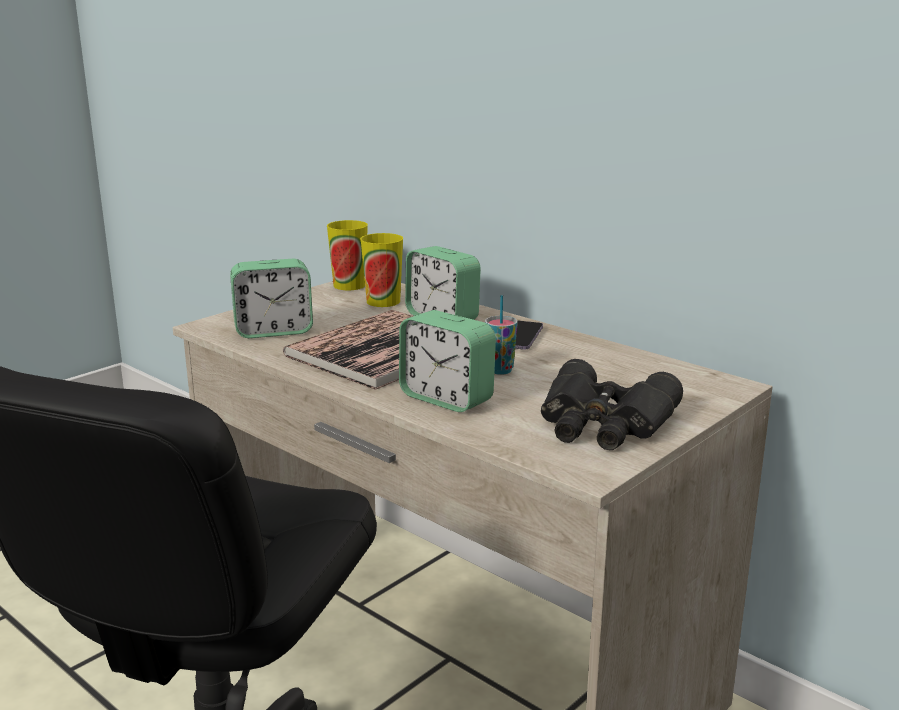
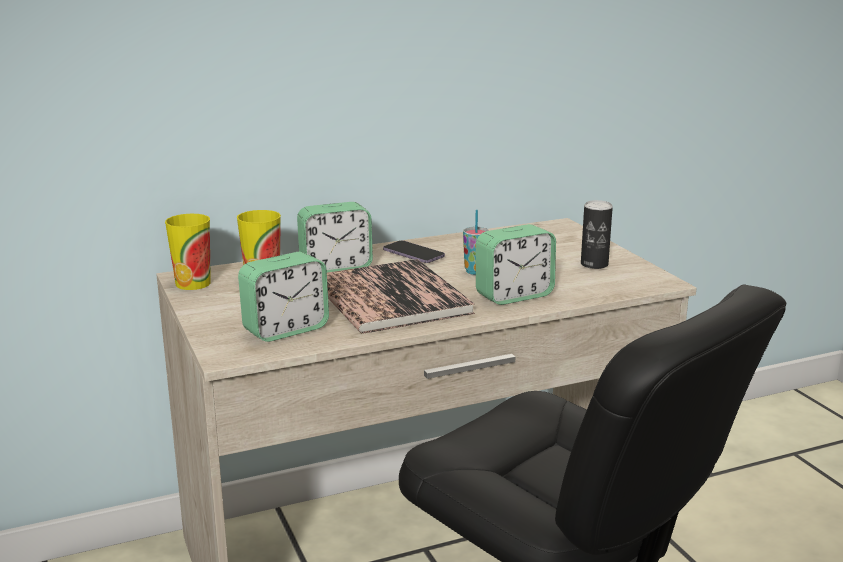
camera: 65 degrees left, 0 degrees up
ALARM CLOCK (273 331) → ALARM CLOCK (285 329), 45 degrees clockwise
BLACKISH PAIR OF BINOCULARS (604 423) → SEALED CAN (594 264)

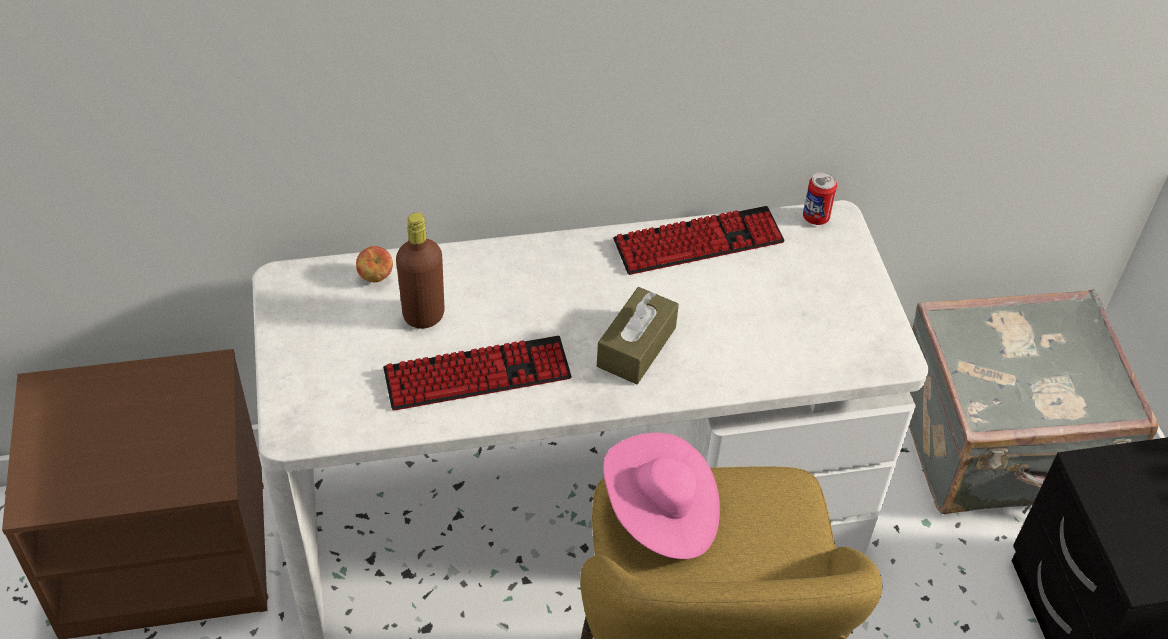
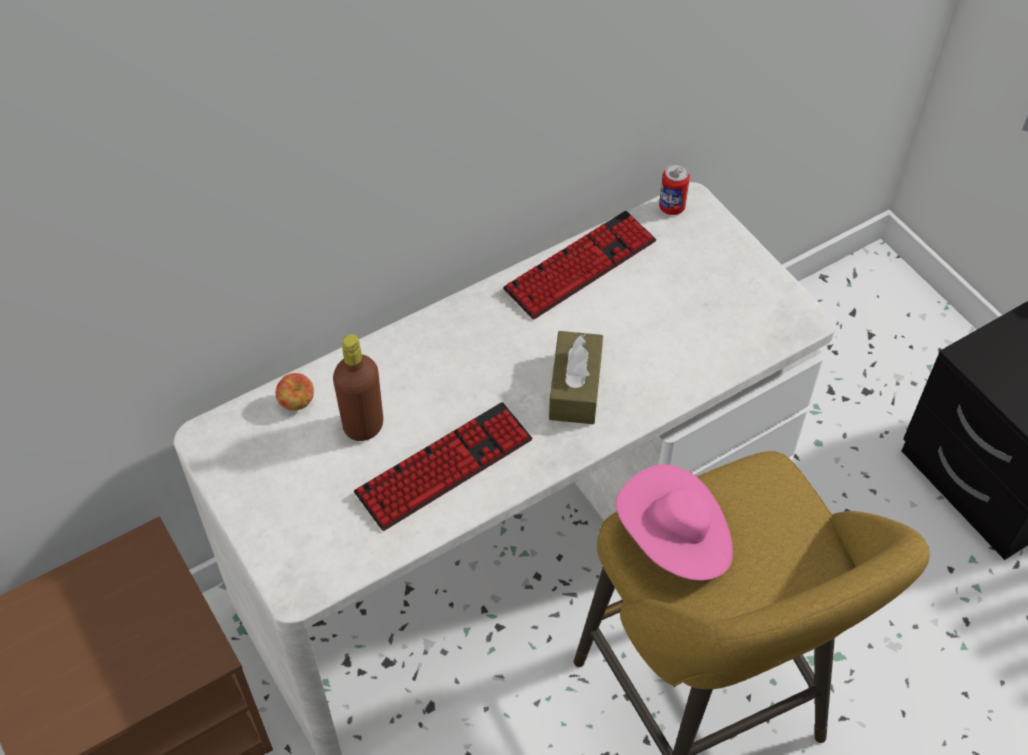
camera: 20 degrees left, 5 degrees up
GREYISH PIECE OF LUGGAGE (1003 447) → -

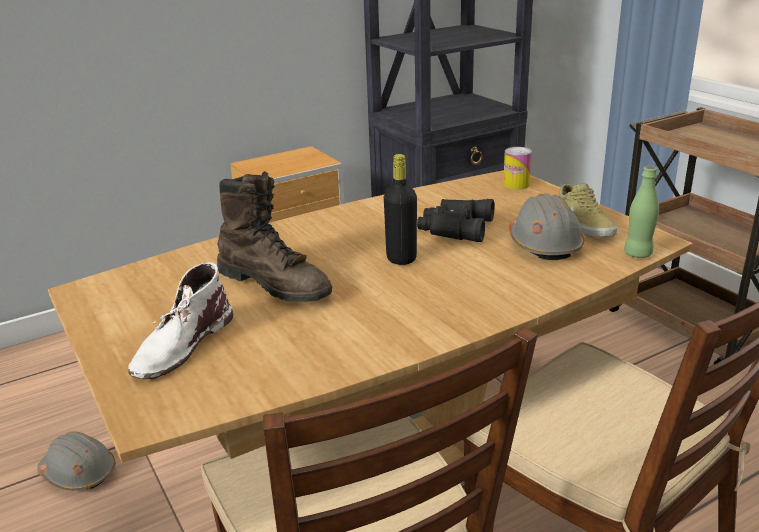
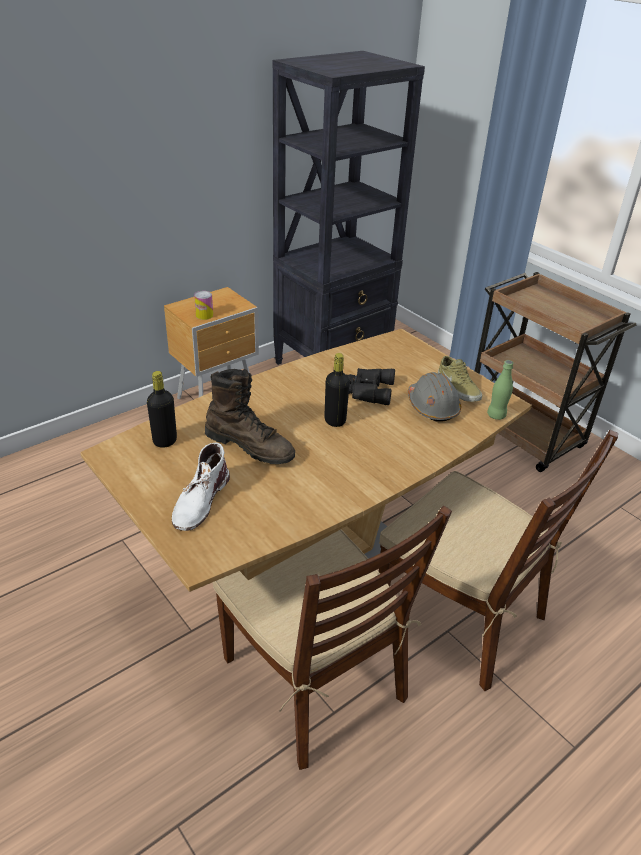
camera: 10 degrees left, 10 degrees up
GREYISH SAFETY HELMET (79 473) → -
SEALED CAN (516 184) → SEALED CAN (204 315), relocated
- → BLACKISH DRINK BOTTLE (165 441)

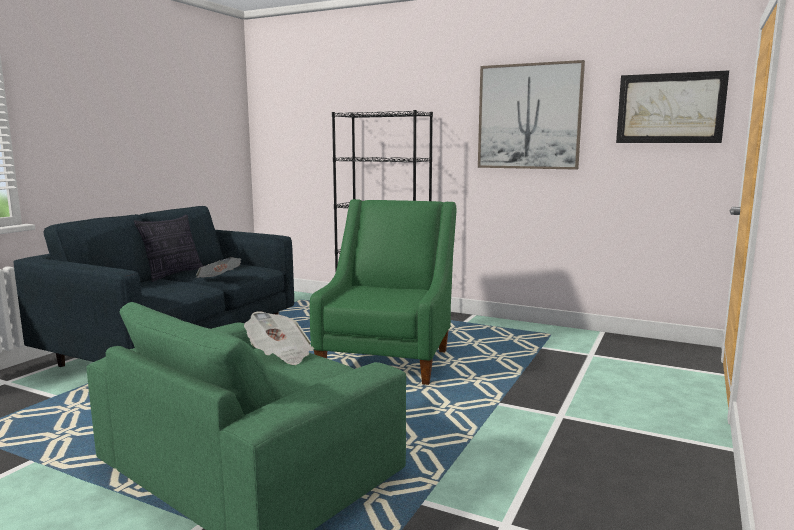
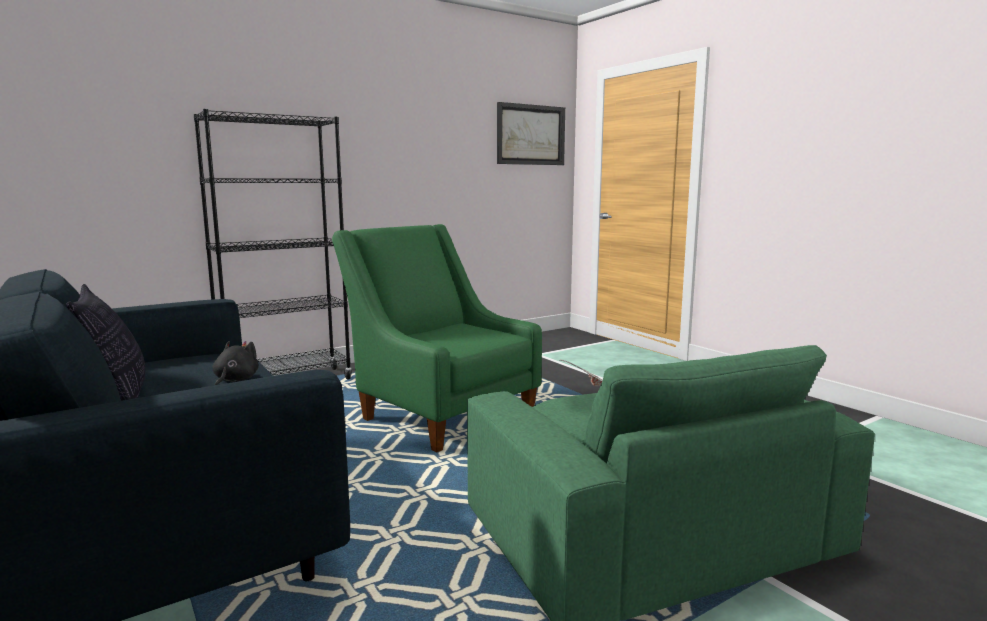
camera: 60 degrees left, 0 degrees up
PRINTED PAPER (219 280) → BLACKISH CUDDLY TOY (235 380)
WALL ART (529 116) → -

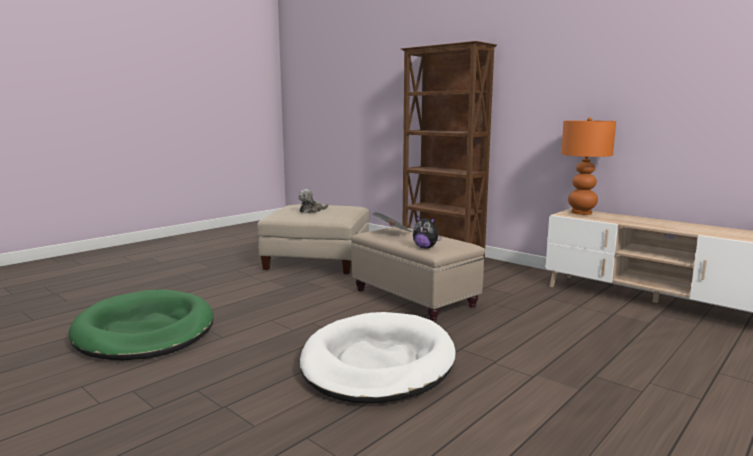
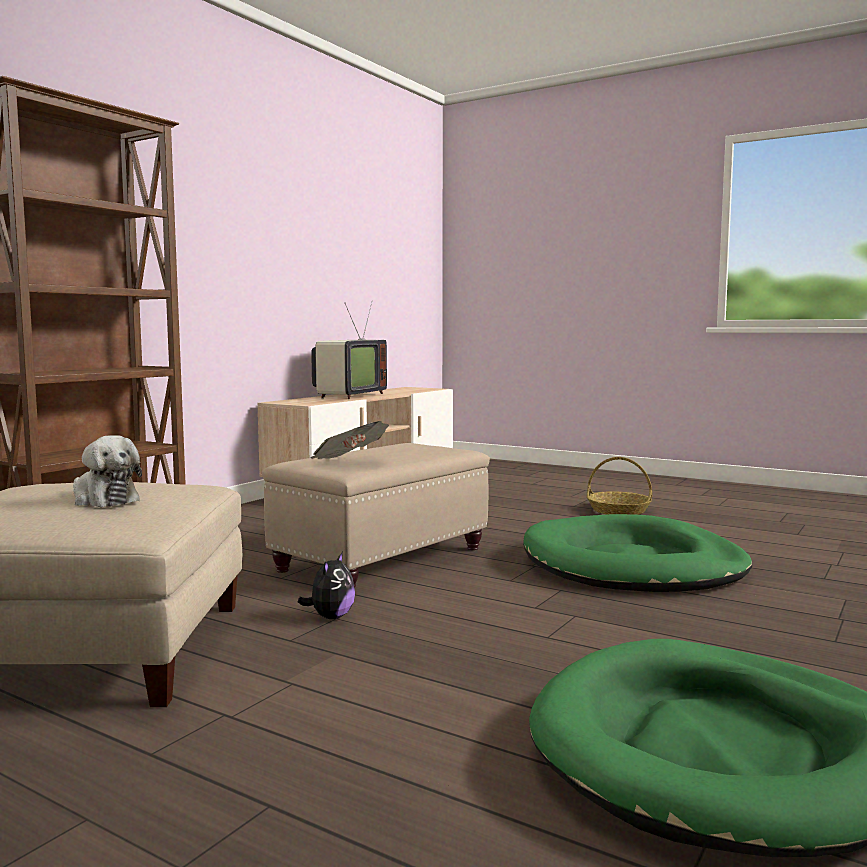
camera: 100 degrees left, 5 degrees down
WHITE PET BED (378 363) → GREEN PET BED (633 565)
CUDDLY TOY (425 247) → CUDDLY TOY (330 617), relocated
ORANGEY TABLETOP LAMP (581 213) → -
- → TV SET (348 395)
- → STORAGE BASKET (619 510)

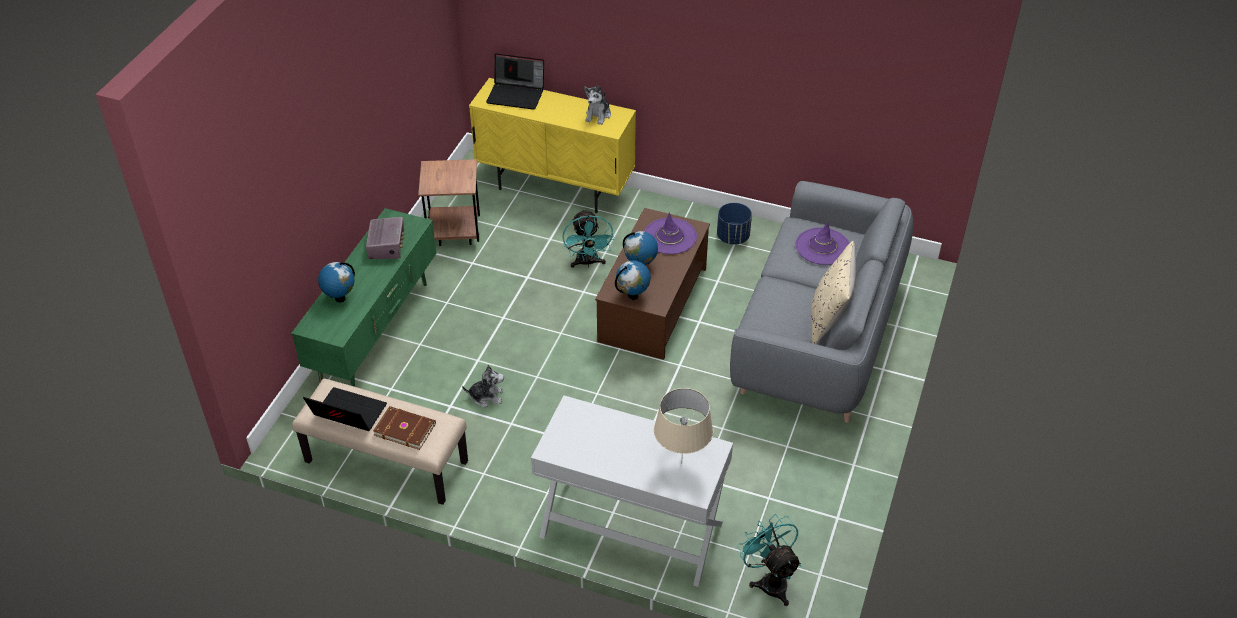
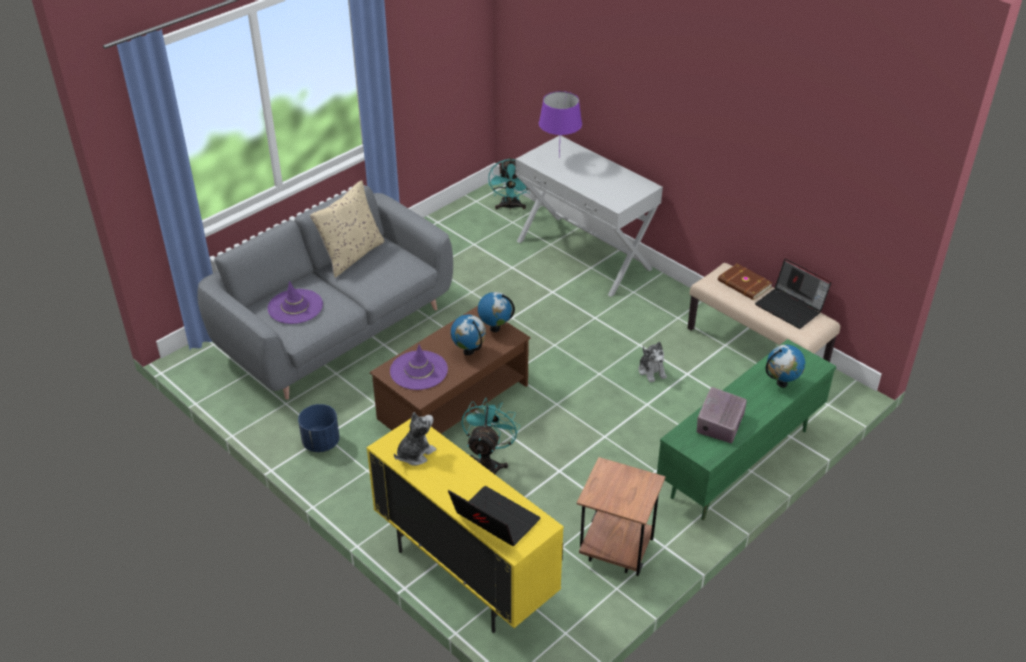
camera: 155 degrees left, 5 degrees down
CUDDLY TOY (486 396) → CUDDLY TOY (651 371), 135 degrees counterclockwise
BEIGE-COLOURED TABLETOP LAMP (681 463) → PURPLE TABLETOP LAMP (559 157)

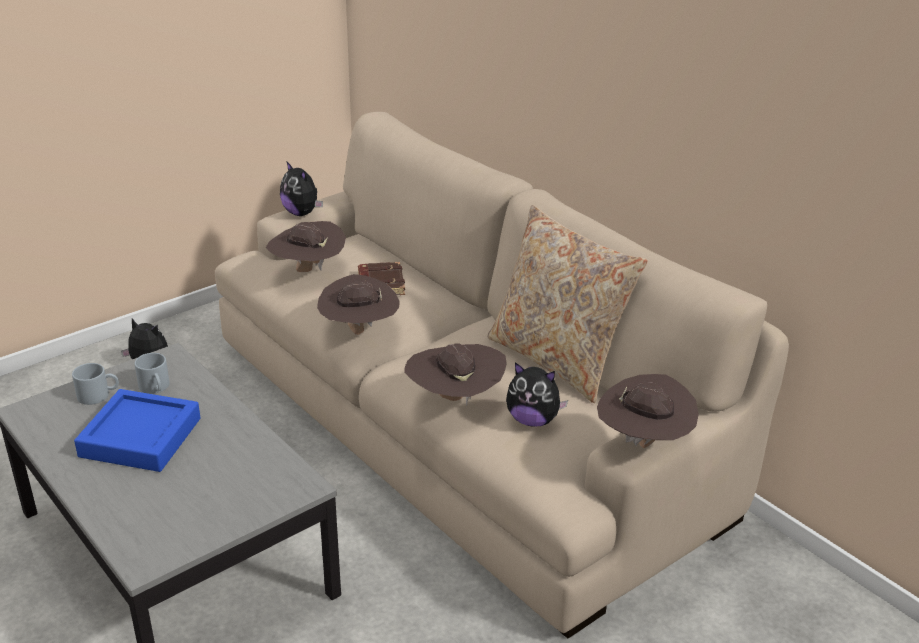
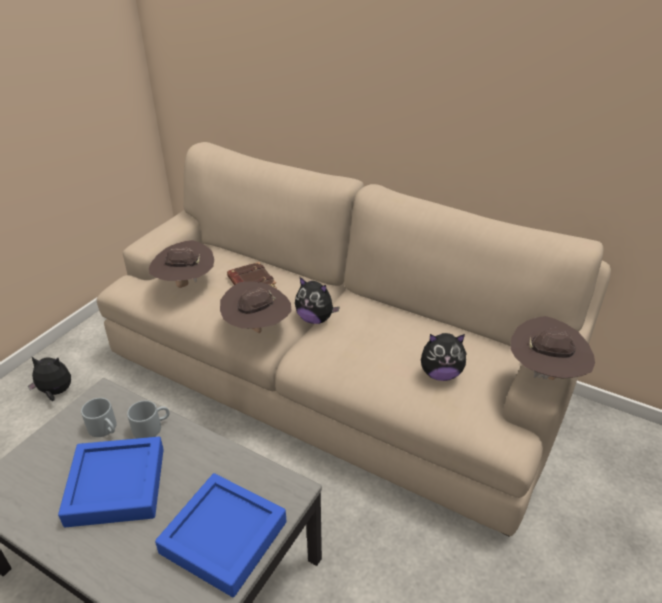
camera: 20 degrees left, 5 degrees up
GREYISH TEA MUG (99 395) → GREYISH TEA MUG (152 427), relocated
CUDDLY TOY (302 213) → CUDDLY TOY (315 319), relocated
BROWN-COLOURED CLOTHING HAT (455 399) → -
BEIGE-COLOURED THROW PILLOW (557 360) → -
- → BLUE TRAY (224 537)

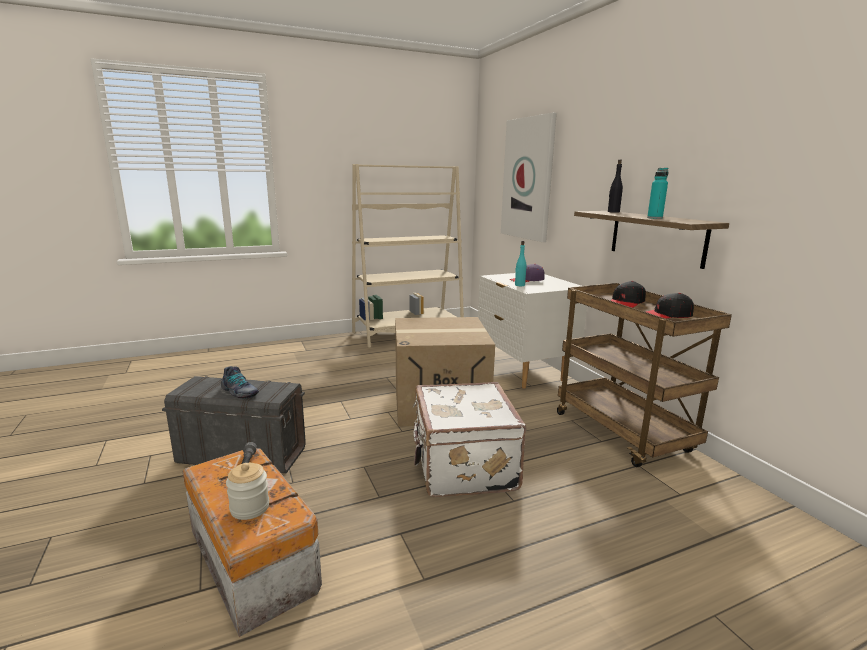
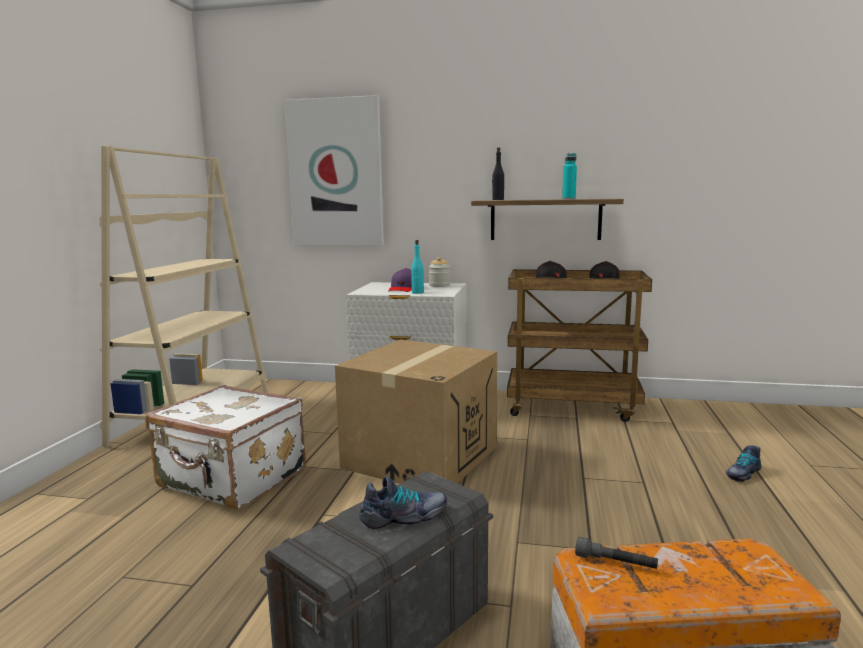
camera: 55 degrees left, 5 degrees down
PRESERVE JAR (250 508) → PRESERVE JAR (439 285), relocated
WHITE PIECE OF LUGGAGE (462 466) → WHITE PIECE OF LUGGAGE (232 480), relocated
- → ITEM OF FOOTWEAR (742 473)

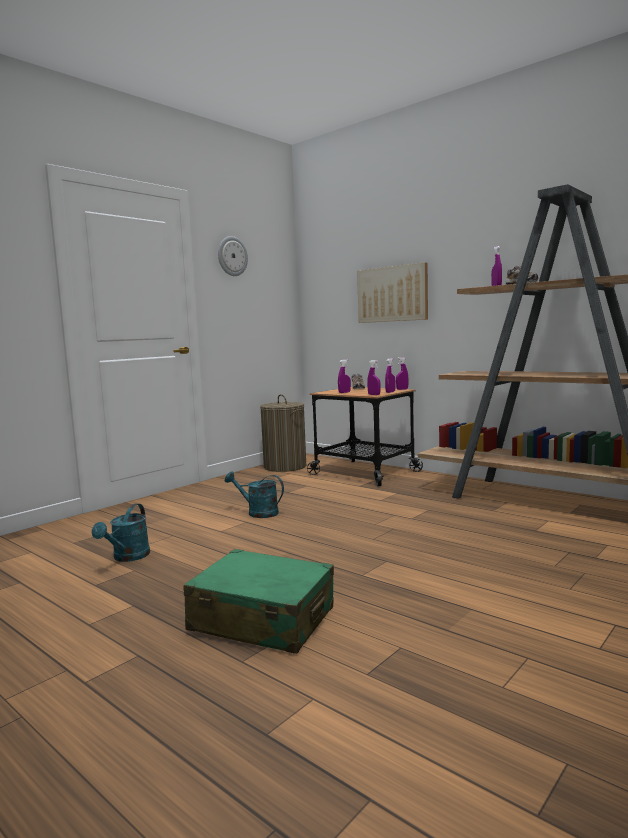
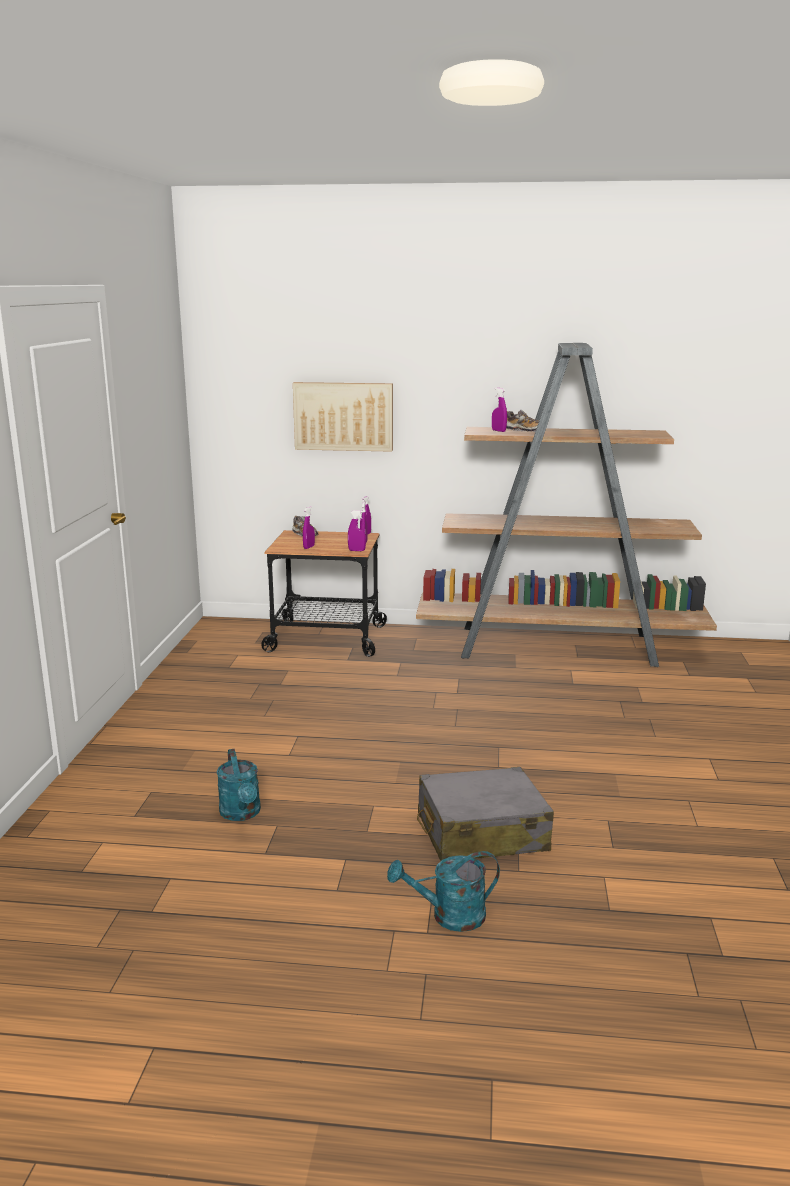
camera: 35 degrees left, 10 degrees up
GREEN PIECE OF LUGGAGE (262 620) → GREYISH PIECE OF LUGGAGE (481 833)
WALL CLOCK (232 256) → -
TURQUOISE-COLOURED WATERING CAN (258 513) → TURQUOISE-COLOURED WATERING CAN (449 917), relocated
LAUNDRY BASKET (285 466) → -

